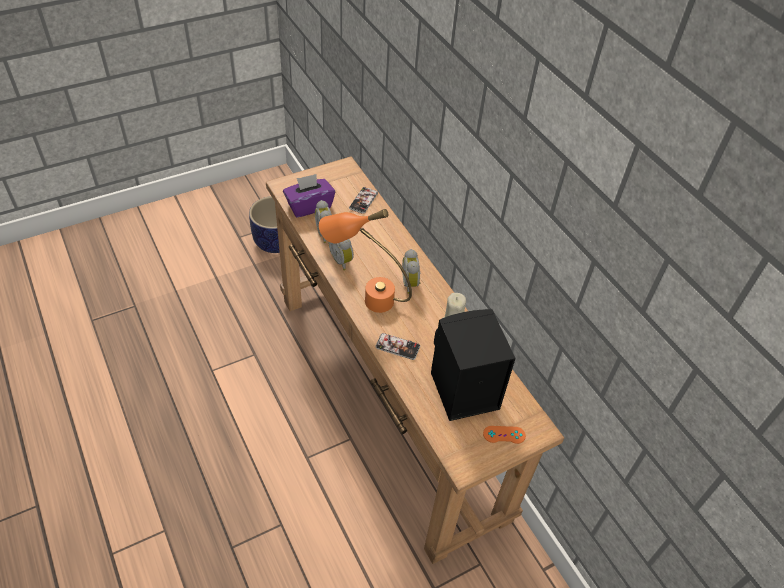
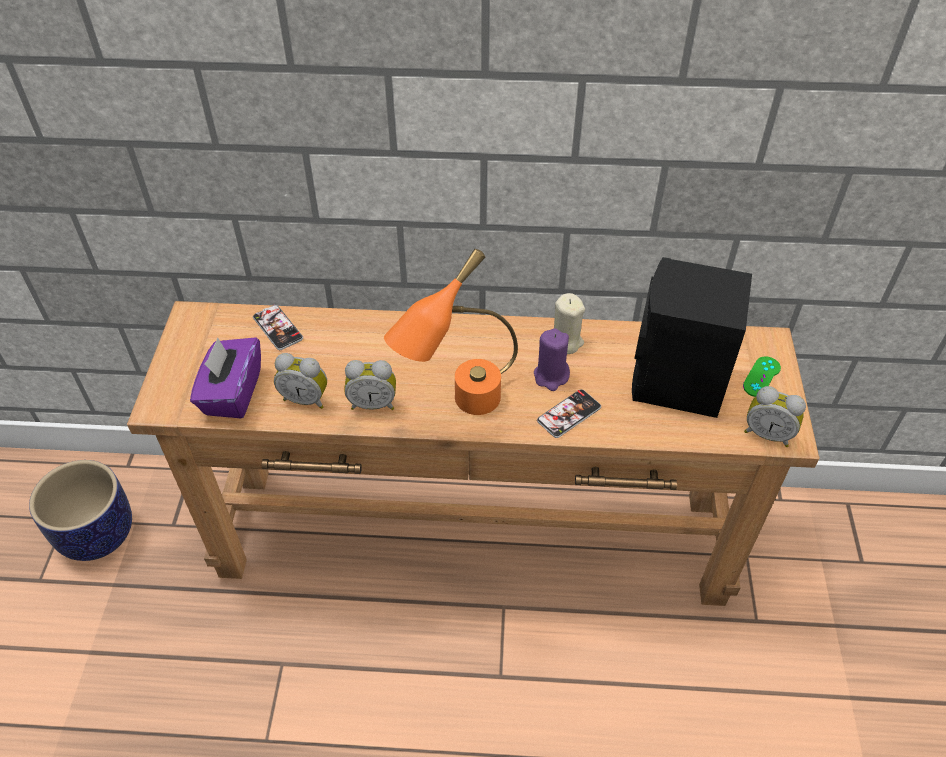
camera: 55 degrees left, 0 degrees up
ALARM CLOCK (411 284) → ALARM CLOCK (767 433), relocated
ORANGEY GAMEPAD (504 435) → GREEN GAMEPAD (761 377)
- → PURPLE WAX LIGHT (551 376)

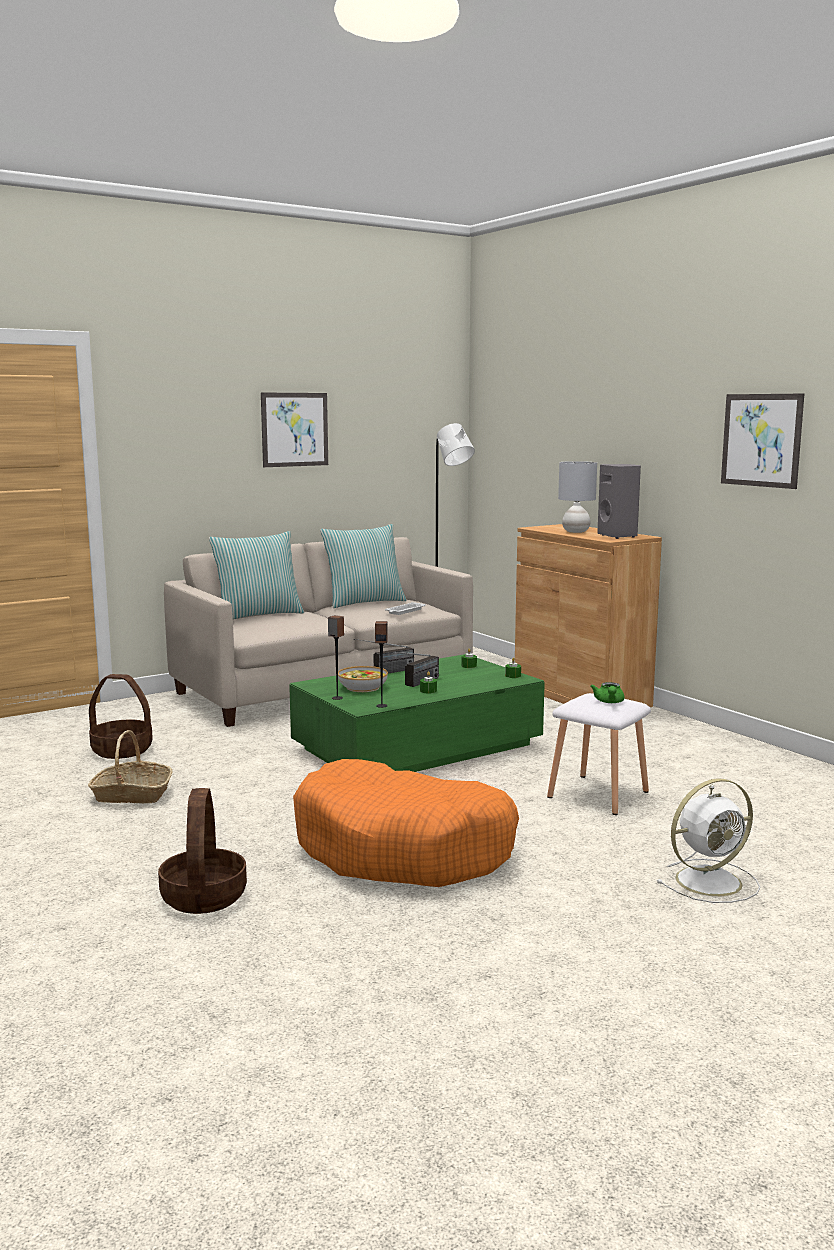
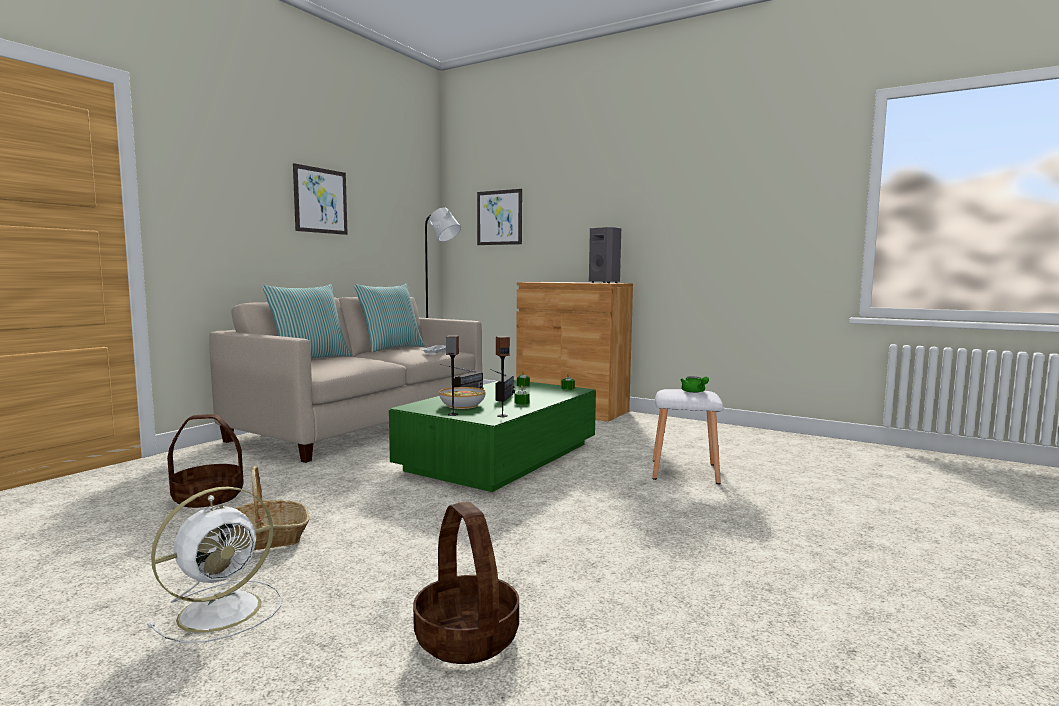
camera: 25 degrees left, 5 degrees down
ORANGEY PET BED (404 849) → -
GREYISH TABLETOP LAMP (575 532) → -
WHITE FAN (711 881) → WHITE FAN (224 610), relocated
WALL ART (761 440) → WALL ART (499 217), relocated

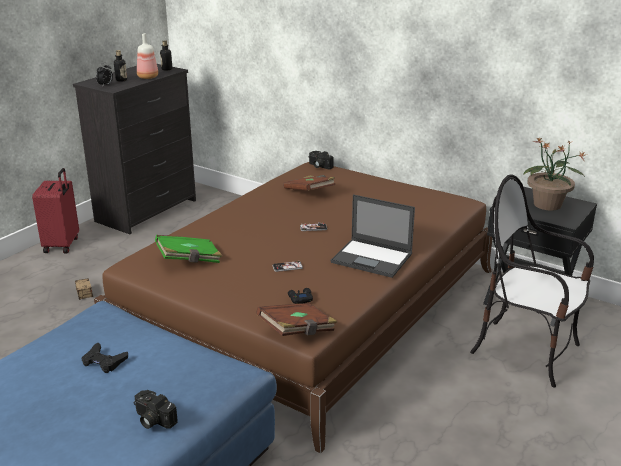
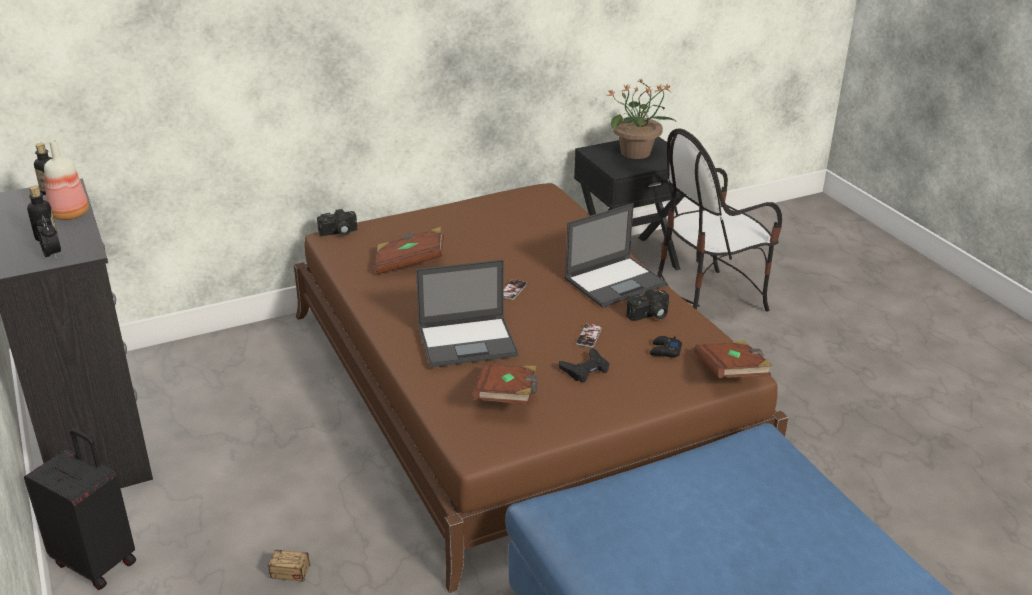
camera: 60 degrees left, 5 degrees up
RED-COLOURED PIECE OF LUGGAGE (62 245) → BLACKISH PIECE OF LUGGAGE (97 561)
BLACKISH GAMEPAD (104 361) → BLACKISH GAMEPAD (585 370), relocated
STILL CAMERA (152 420) → STILL CAMERA (649 316), relocated
GREEN BOOK (189 260) → BROWN-COLOURED BOOK (507 398)
- → PORTABLE COMPUTER (468 341)

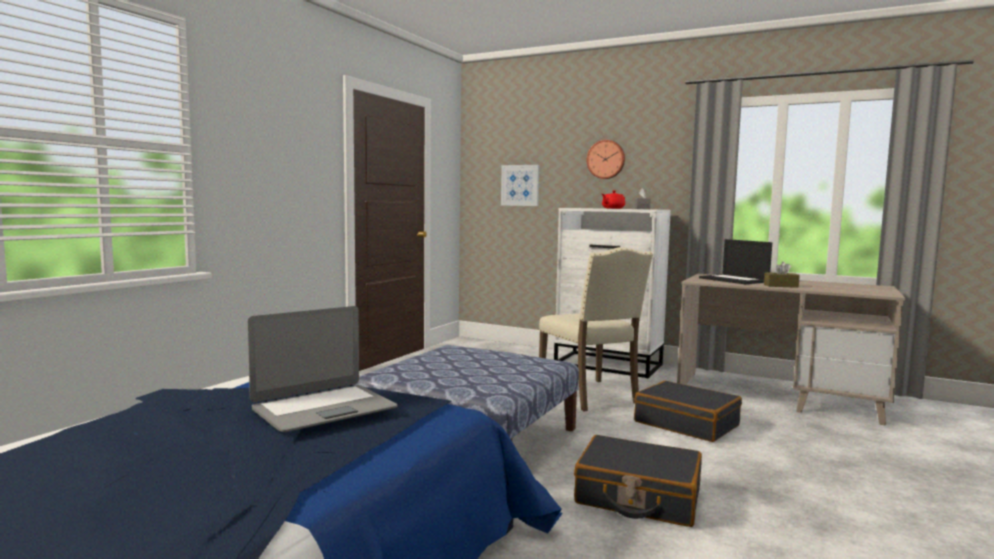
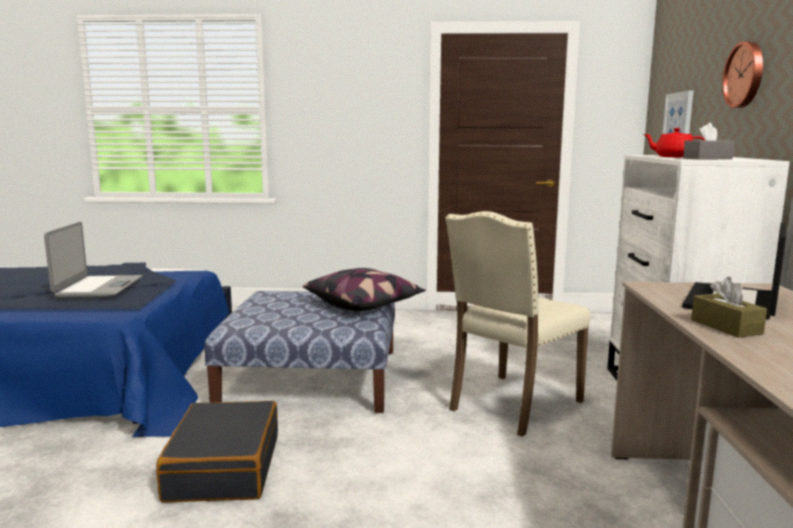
camera: 65 degrees right, 5 degrees up
PORTABLE COMPUTER (323 409) → PORTABLE COMPUTER (98 287), 120 degrees counterclockwise
BLACKISH PIECE OF LUGGAGE (686 424) → -
- → THROW PILLOW (364 304)

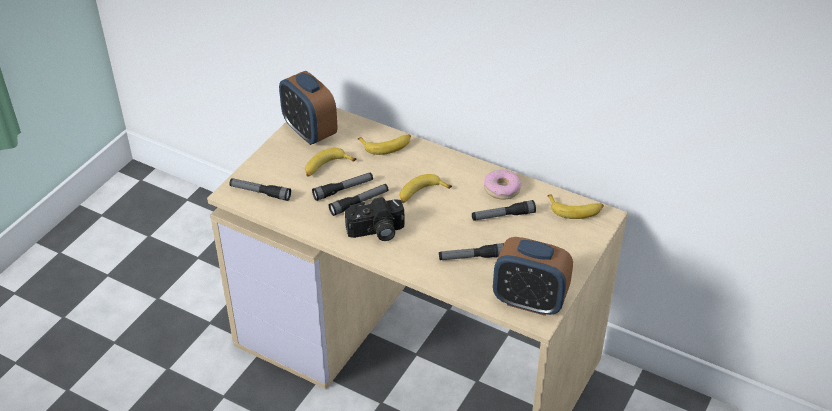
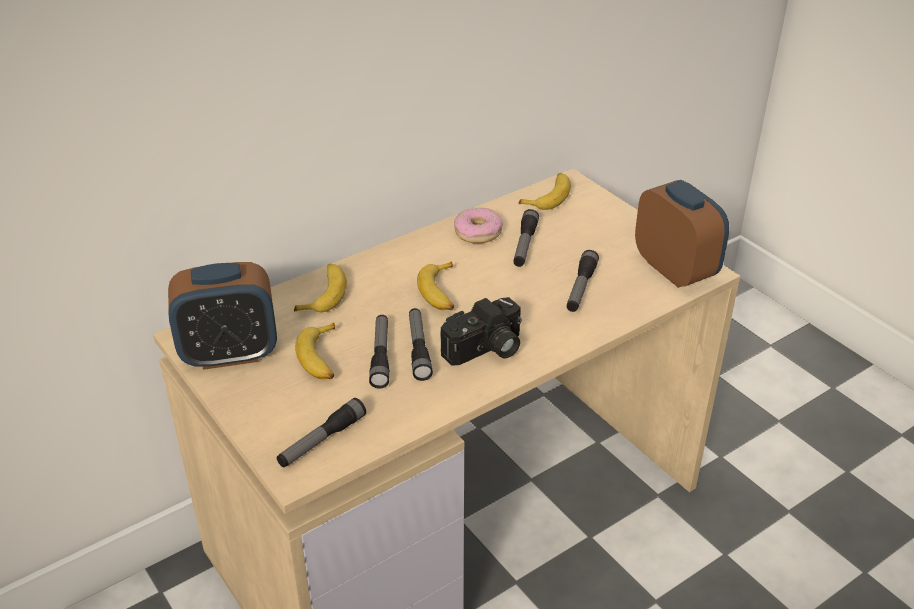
camera: 65 degrees left, 5 degrees down
STILL CAMERA (376 232) → STILL CAMERA (486 350), 45 degrees clockwise
ALARM CLOCK (529 301) → ALARM CLOCK (675 270), 75 degrees counterclockwise

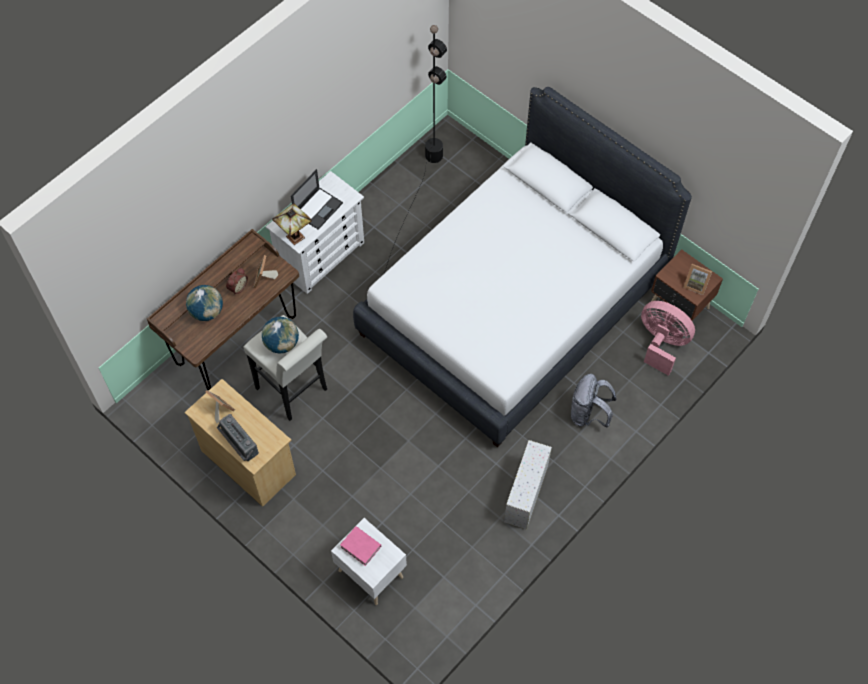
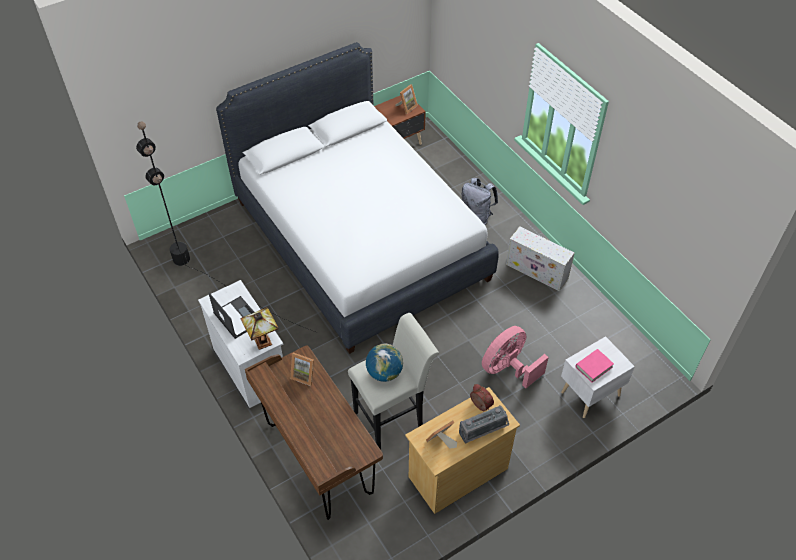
camera: 75 degrees left, 10 degrees down
WORLD GLOBE (207 312) → -
ALARM CLOCK (237 287) → ALARM CLOCK (480 405), relocated
PINK FAN (661 343) → PINK FAN (508 368), relocated

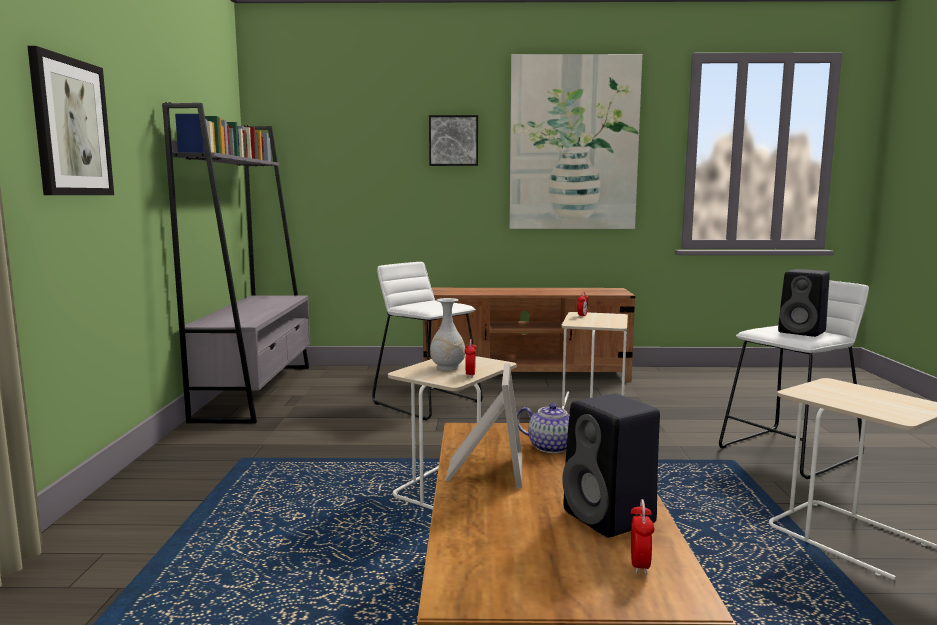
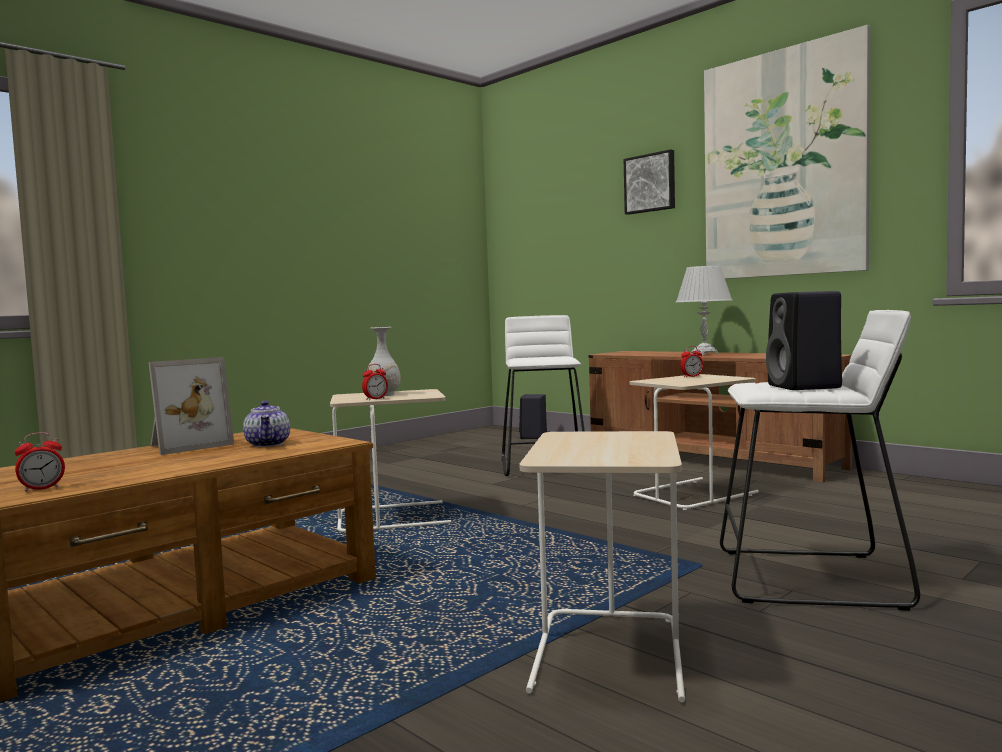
camera: 45 degrees right, 5 degrees down
WALL ART (71 127) → -
GREYISH BOOKSHELF (256 391) → -
BLACKISH SPEAKER (611 518) → BLACKISH SPEAKER (533 437), relocated
- → WHITE TABLETOP LAMP (704 354)

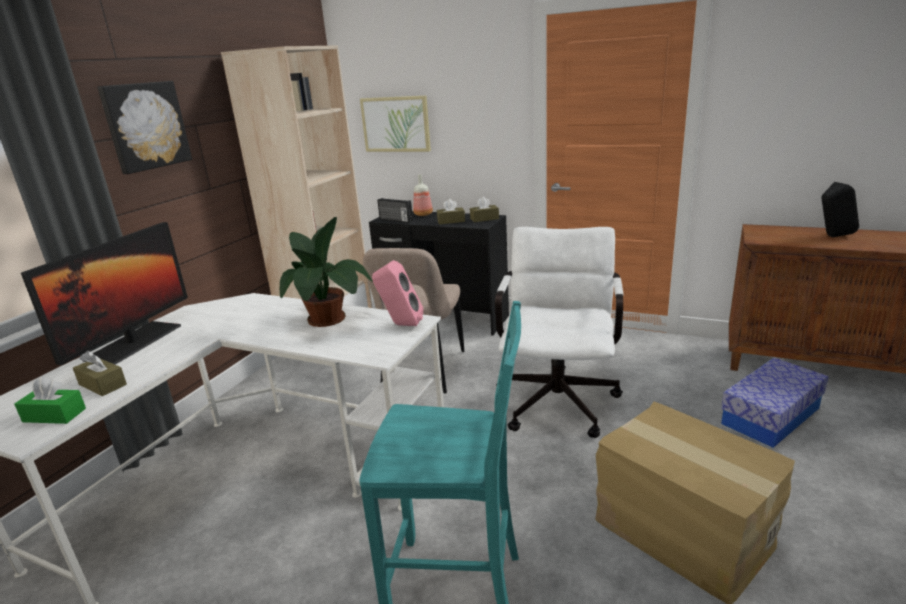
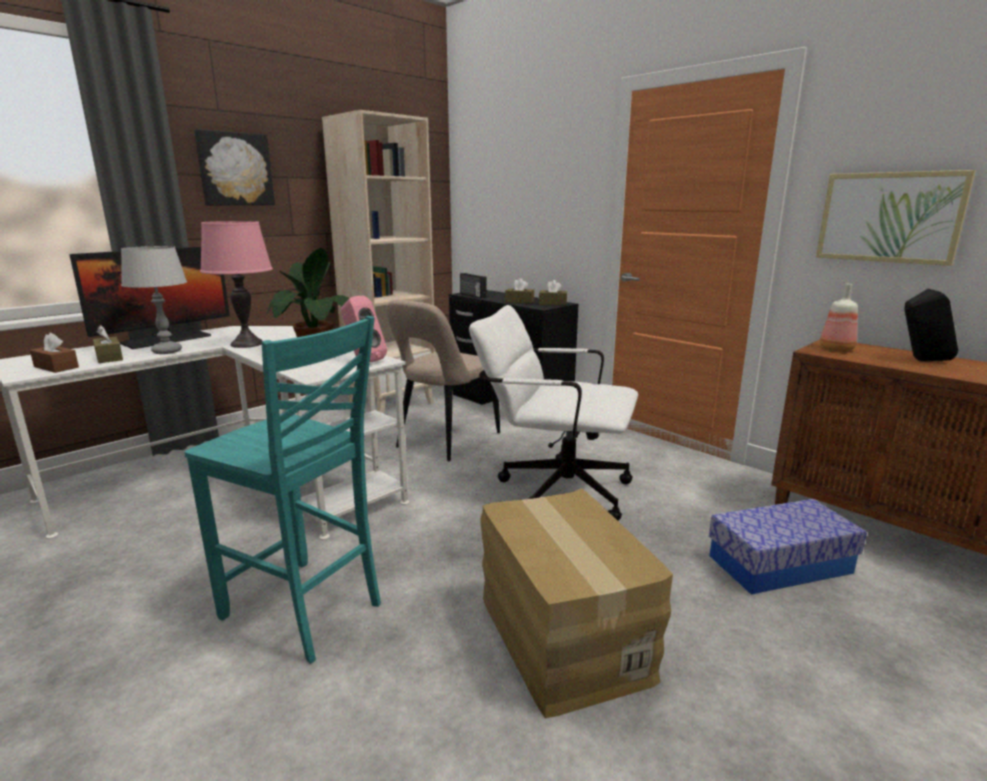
camera: 20 degrees right, 5 degrees down
GREEN TISSUE BOX (54 415) → BROWN-COLOURED TISSUE BOX (56 367)
WALL ART (396 124) → WALL ART (889 217), relocated
DRINK BOTTLE (422 214) → DRINK BOTTLE (835 349), relocated
WHITE COMPUTER CHAIR (558 397) → WHITE COMPUTER CHAIR (553 489), 105 degrees counterclockwise
- → GREYISH TABLETOP LAMP (167 351)
- → PINK TABLETOP LAMP (247 344)

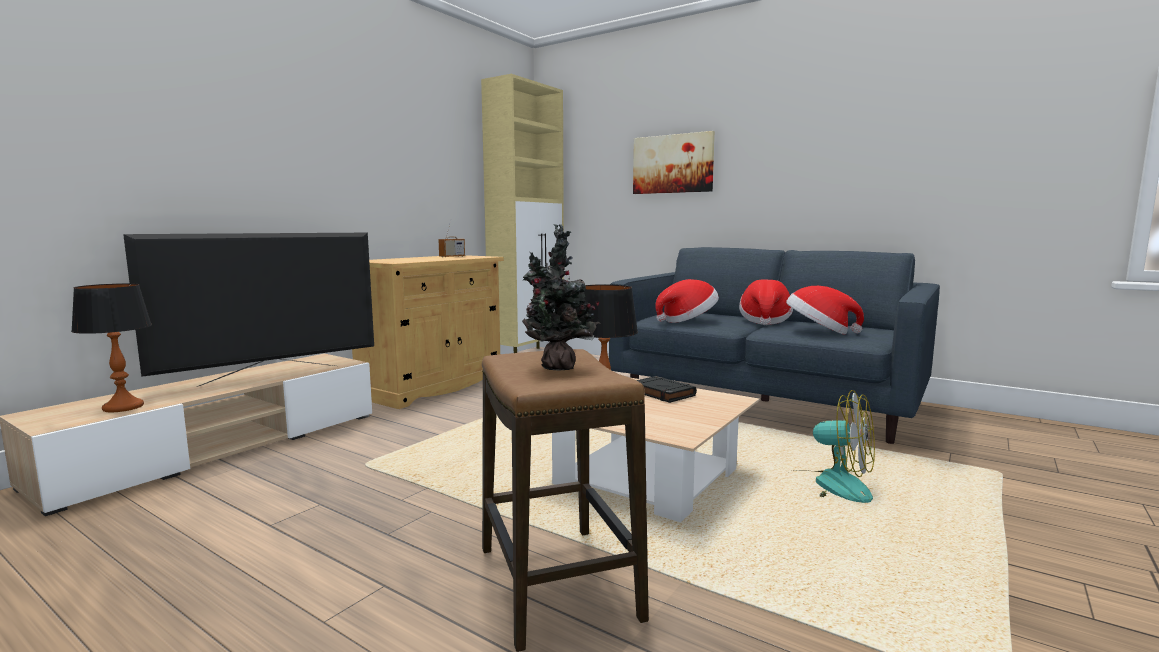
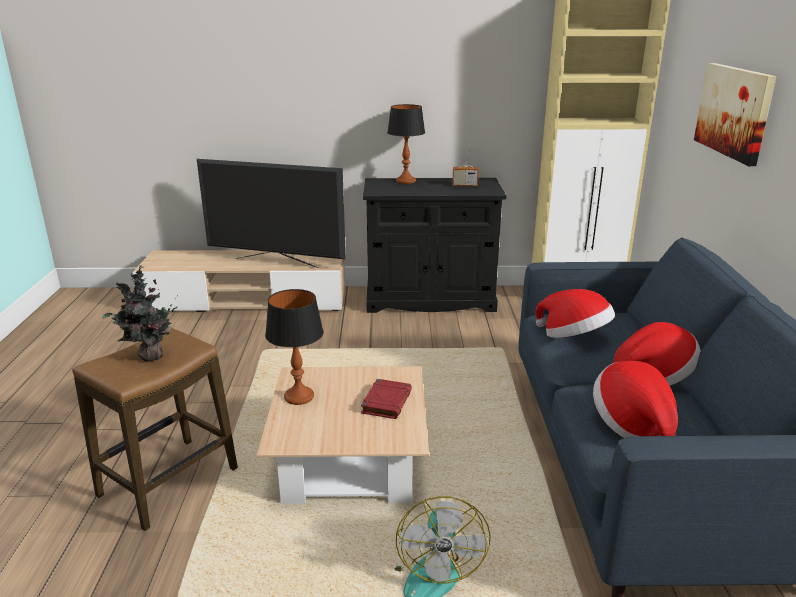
camera: 55 degrees right, 15 degrees up
TABLETOP LAMP (124 407) → TABLETOP LAMP (406 181), relocated
BEIGE-COLOURED CABINET (433 386) → BLACKISH CABINET (430 299)
BLACKISH BOOK (662 393) → RED-COLOURED BOOK (386 402)

